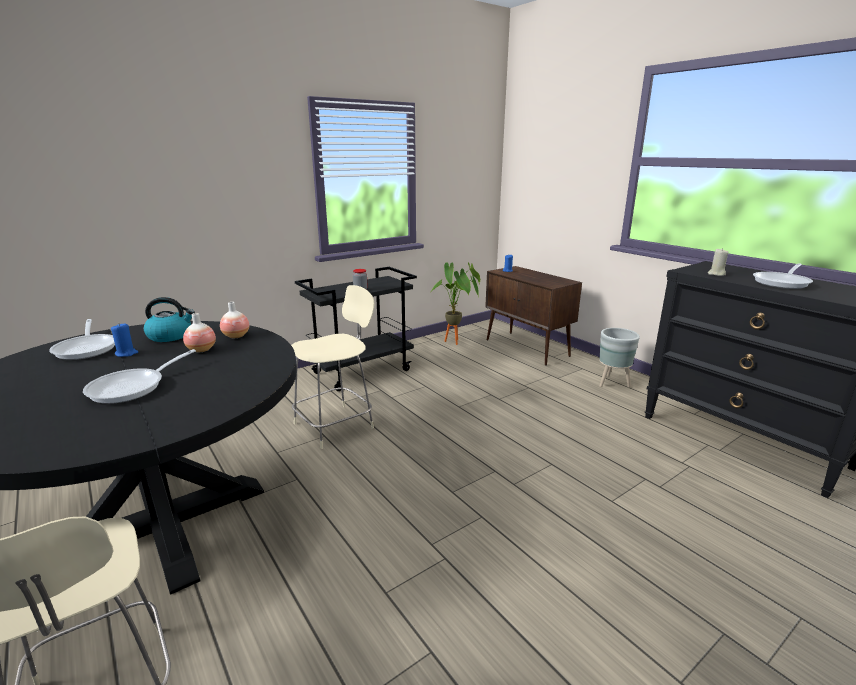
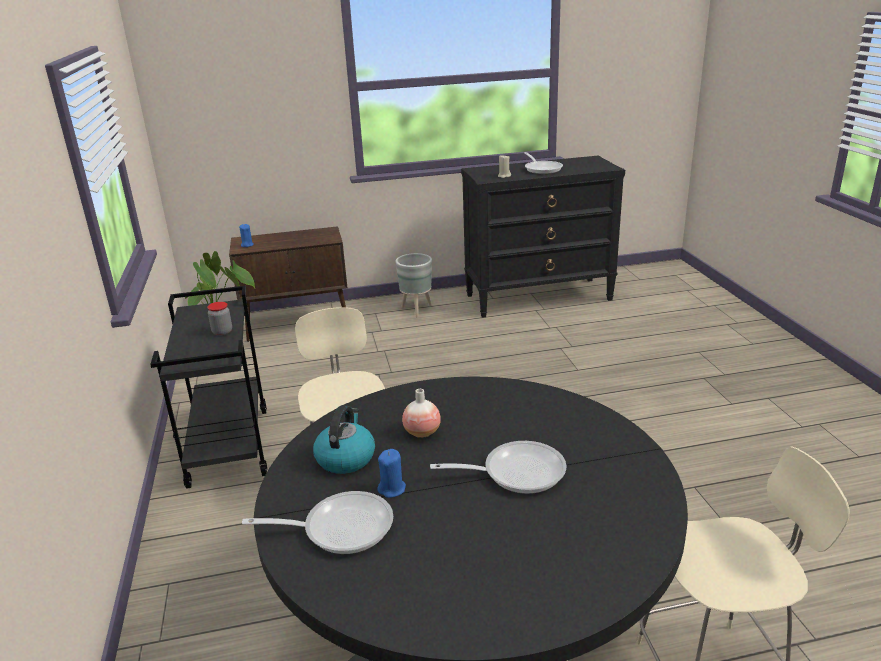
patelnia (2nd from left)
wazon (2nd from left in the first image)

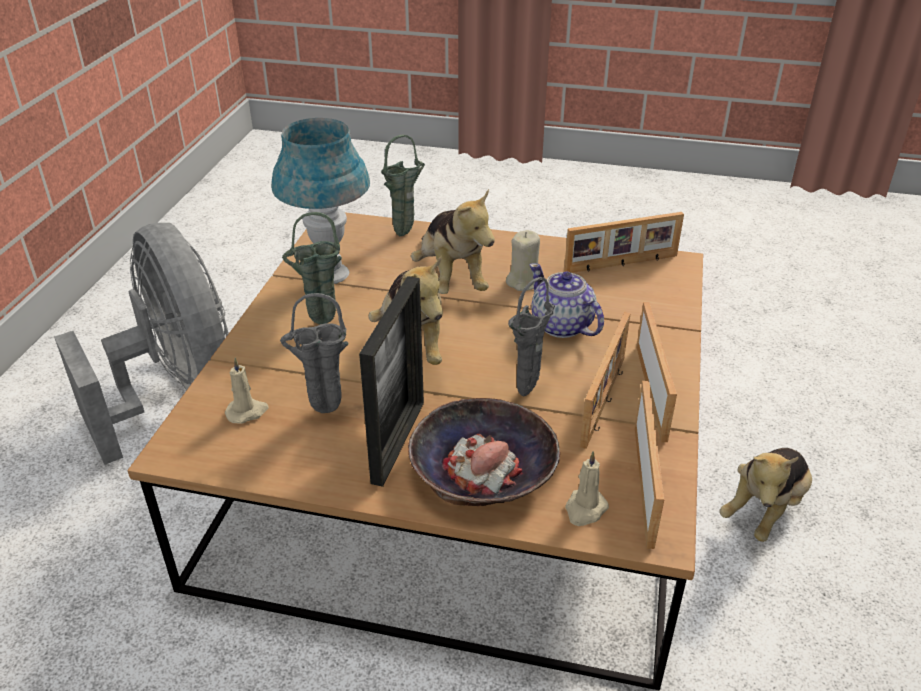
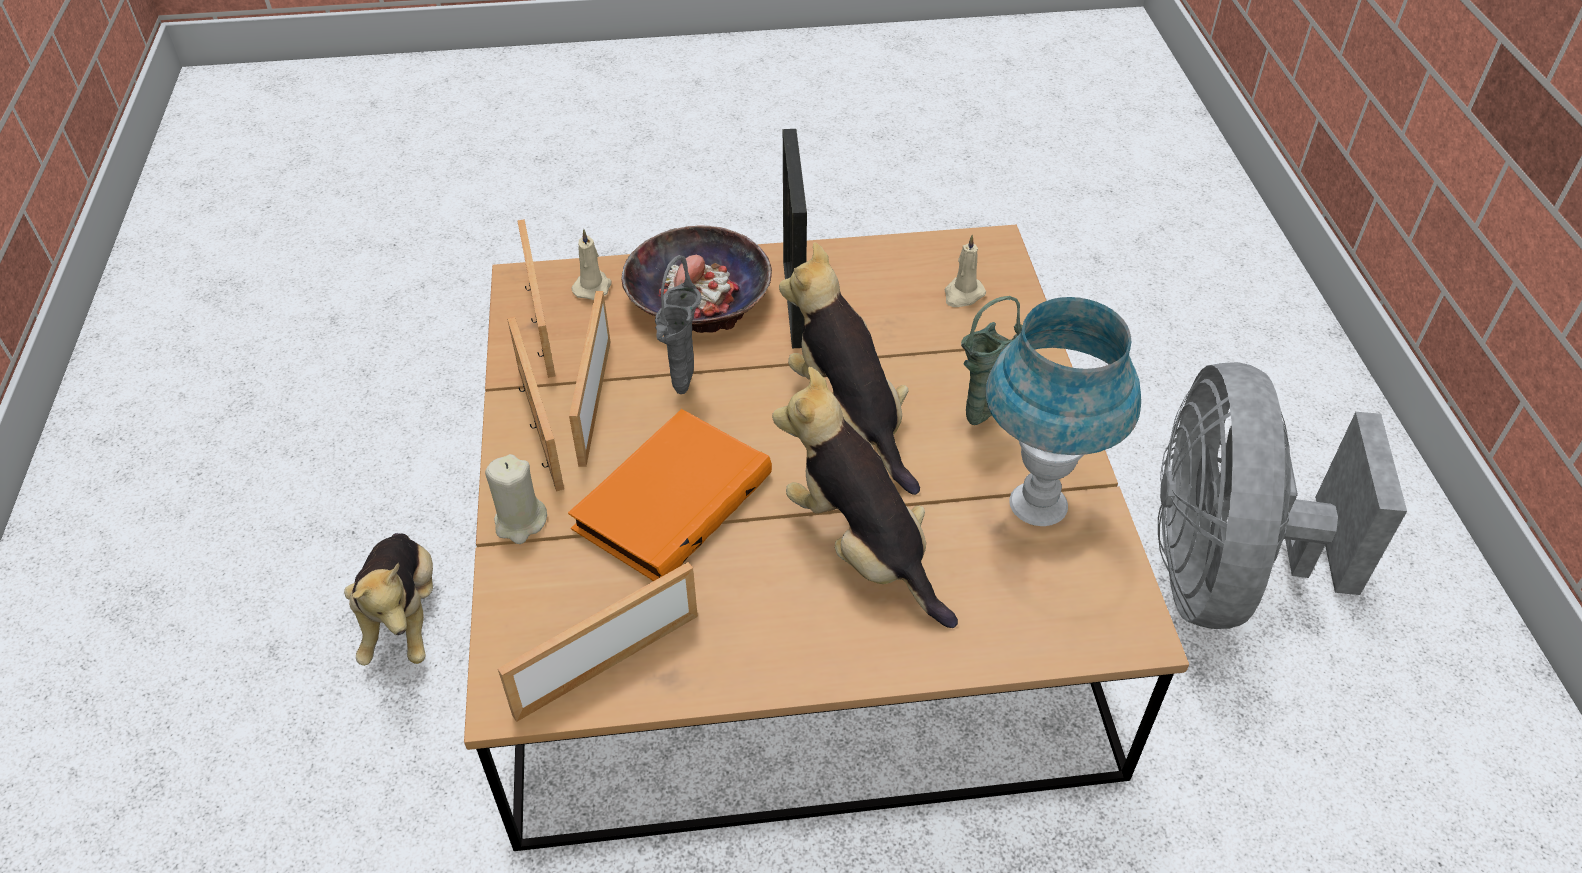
pluszak (1st from left)
świeca [beżowy] (1st from left)
książka [pomarańczowy]
wentylator [szary]
wazon [szary] (1st from left in the first image)
wazon [zielony] (2nd from left in the first image)

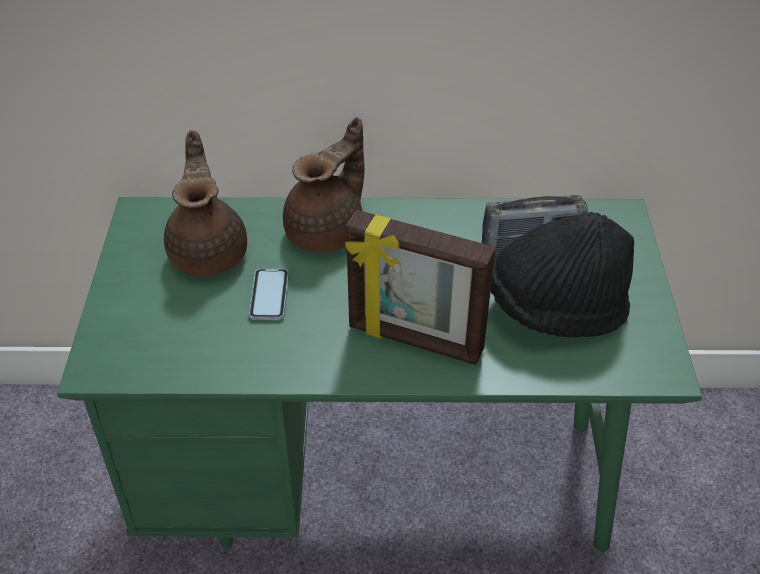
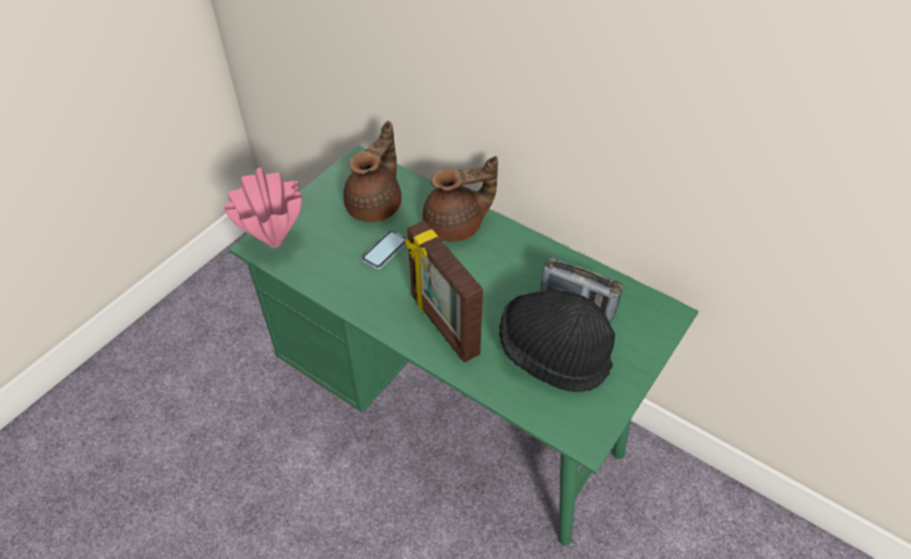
wazon [różowy]

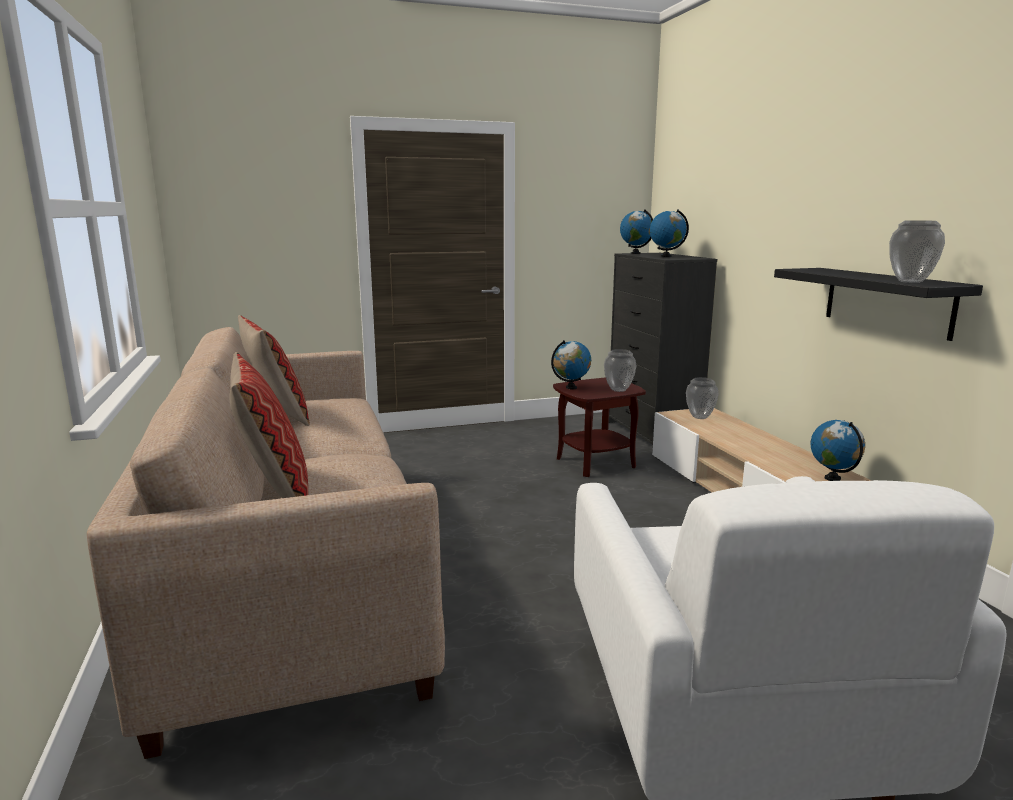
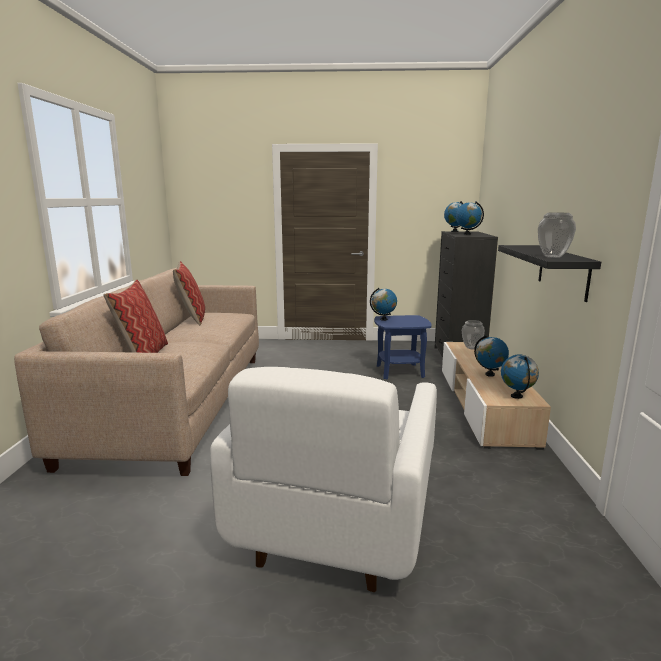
stolik [niebieski]
globus (4th from left)
wazon (1st from left in the first image)

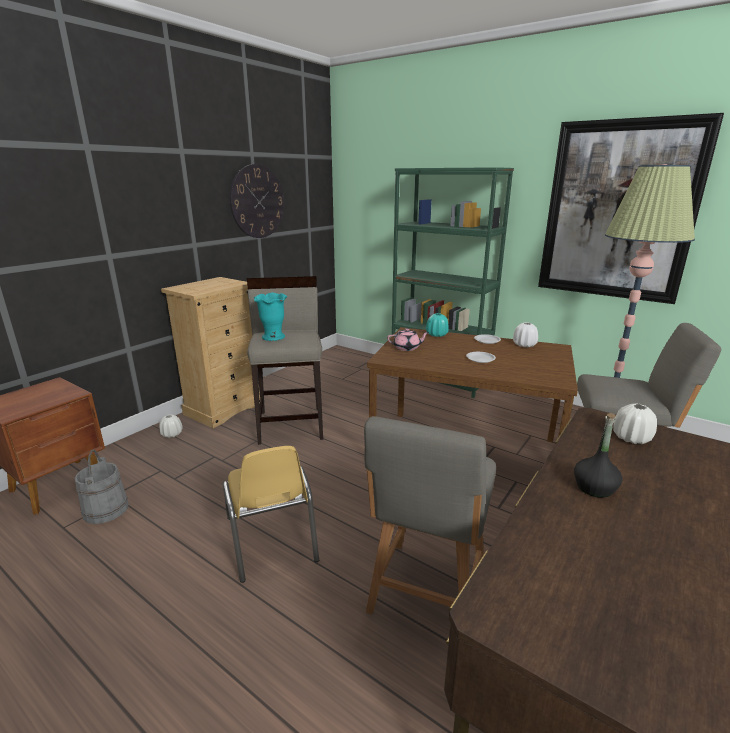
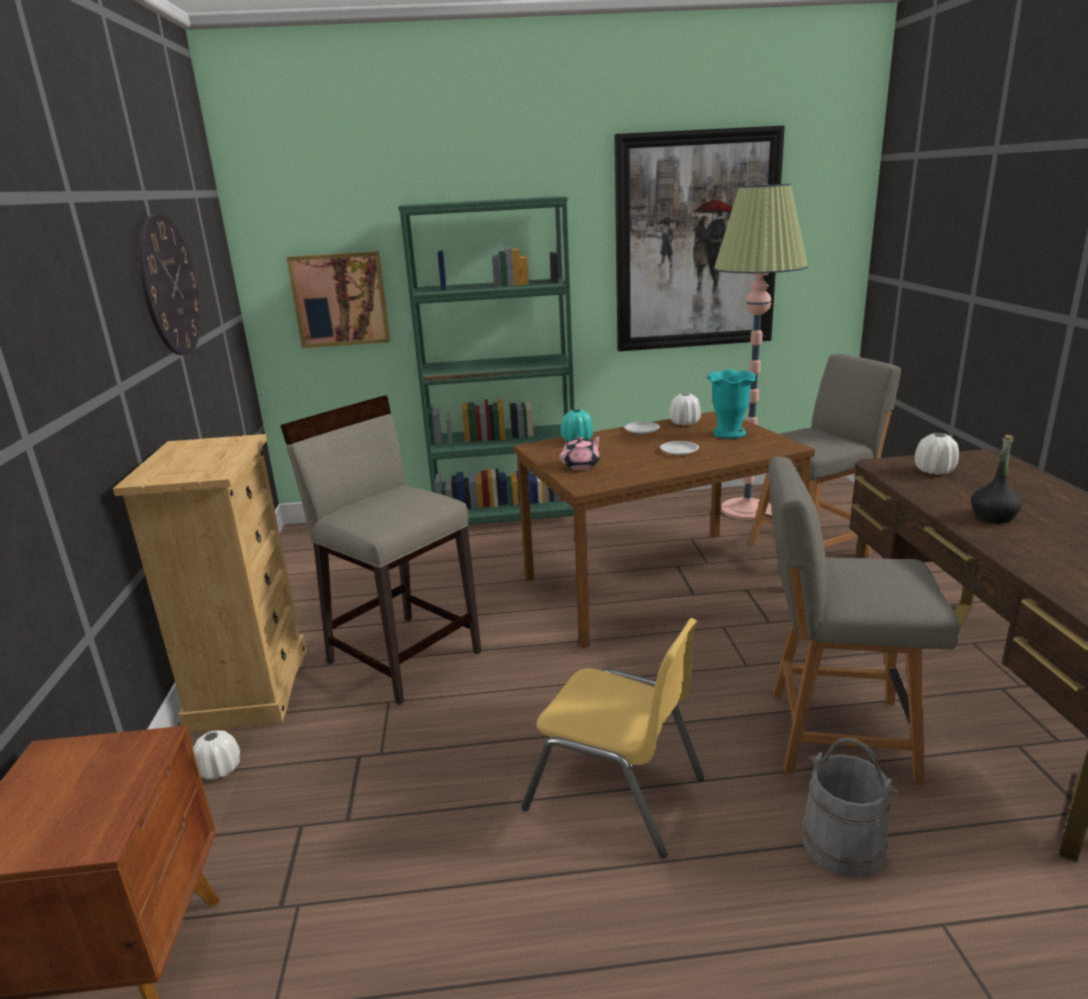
obraz (1st from left)
wazon [turkusowy] (2nd from left)
krzesło [szary] (2nd from left)
wiadro [szary]

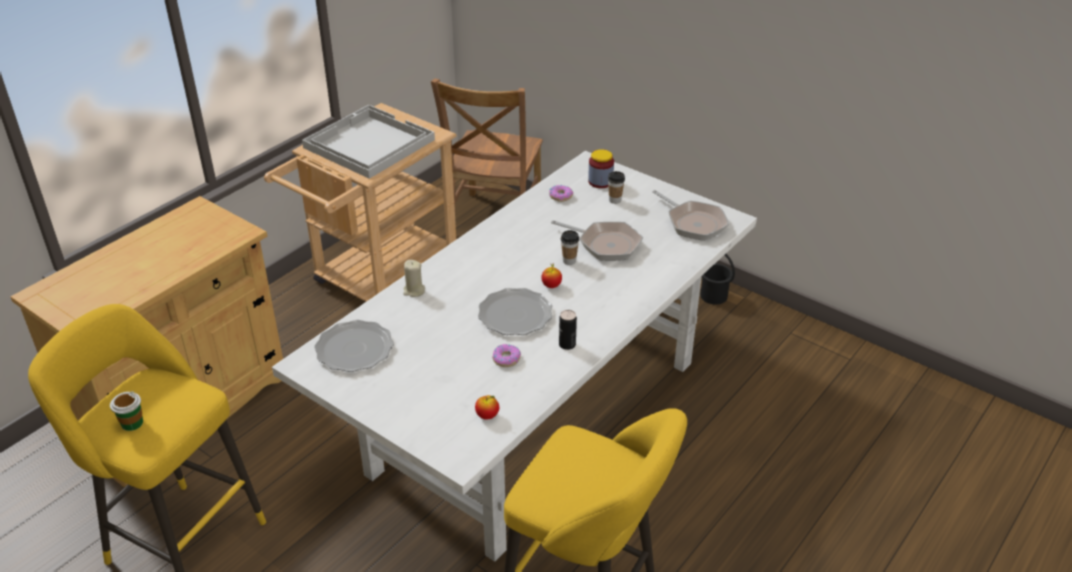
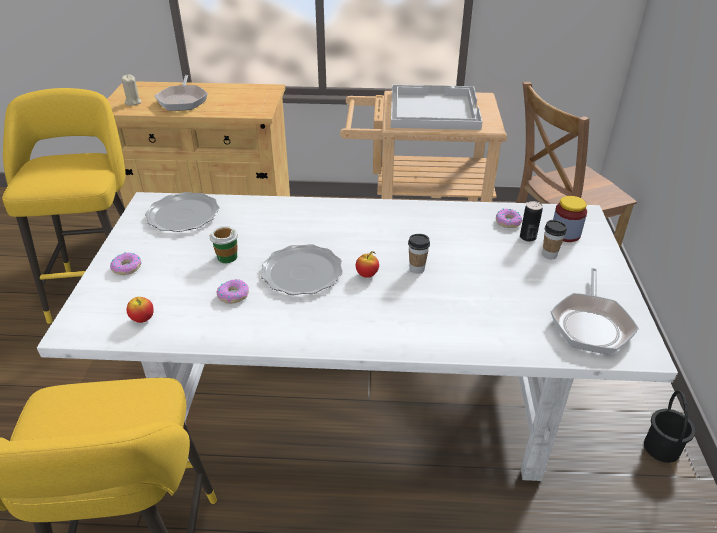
donut (1st from left)
świeca [beżowy]
patelnia (1st from left)
filiżanka (1st from left)
puszka

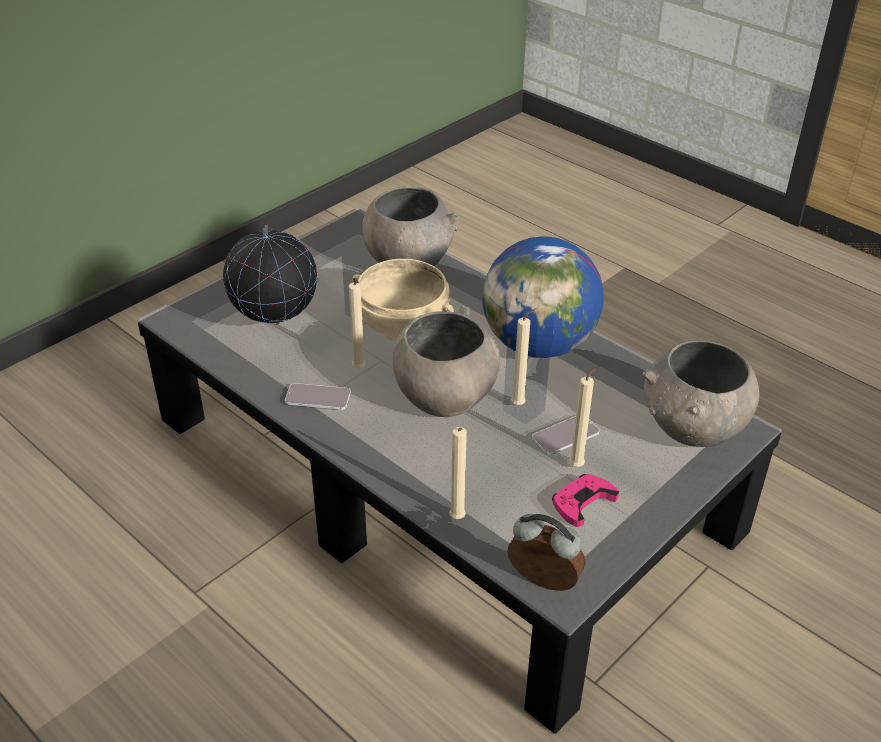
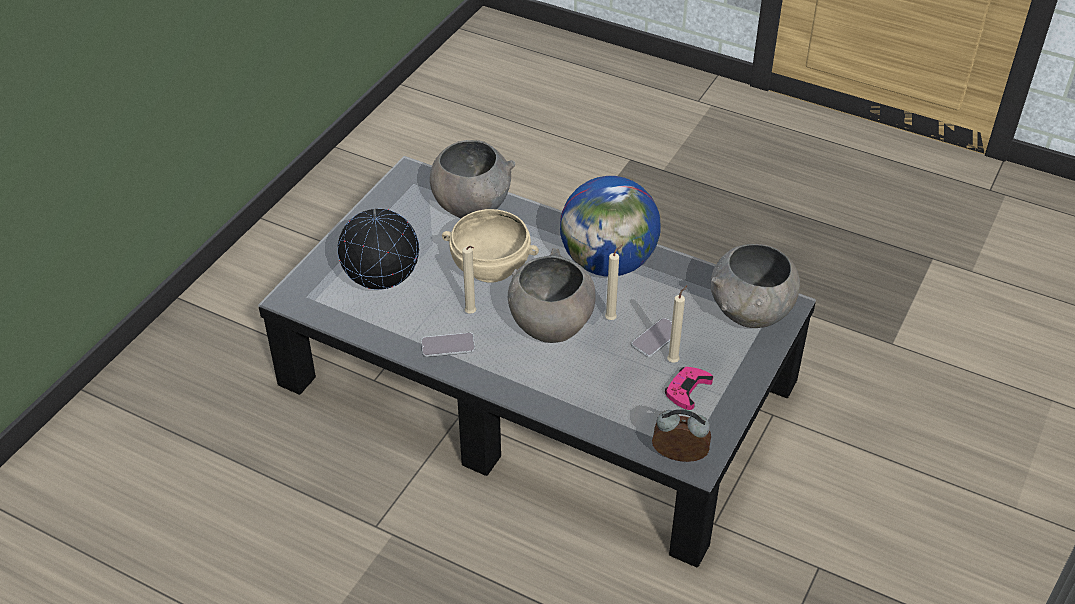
świeca [beżowy] (2nd from left in the first image)

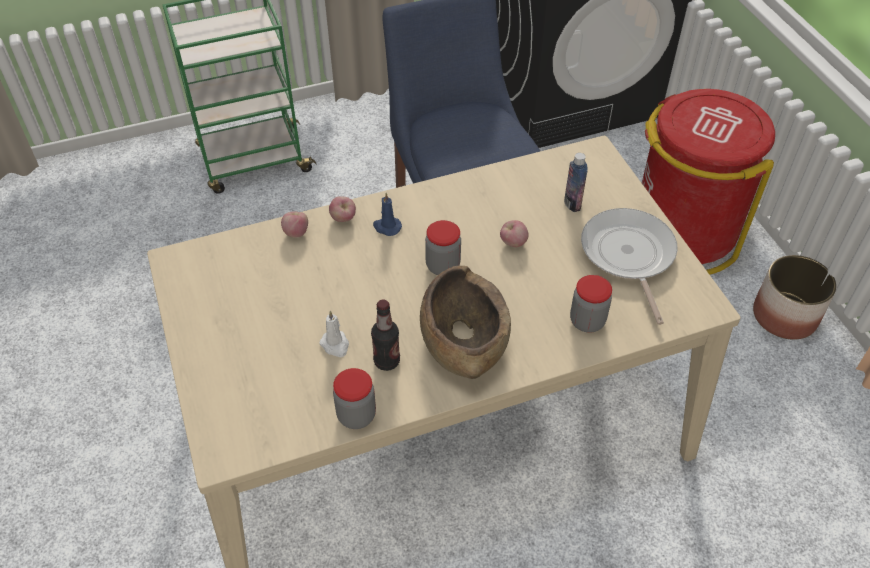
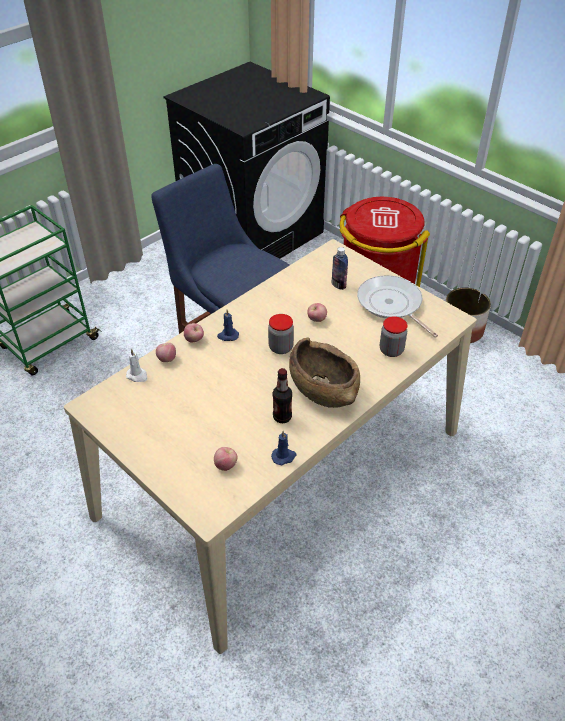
świeca [biały]
jabłko (3rd from left)
świeca [niebieski] (2nd from left)

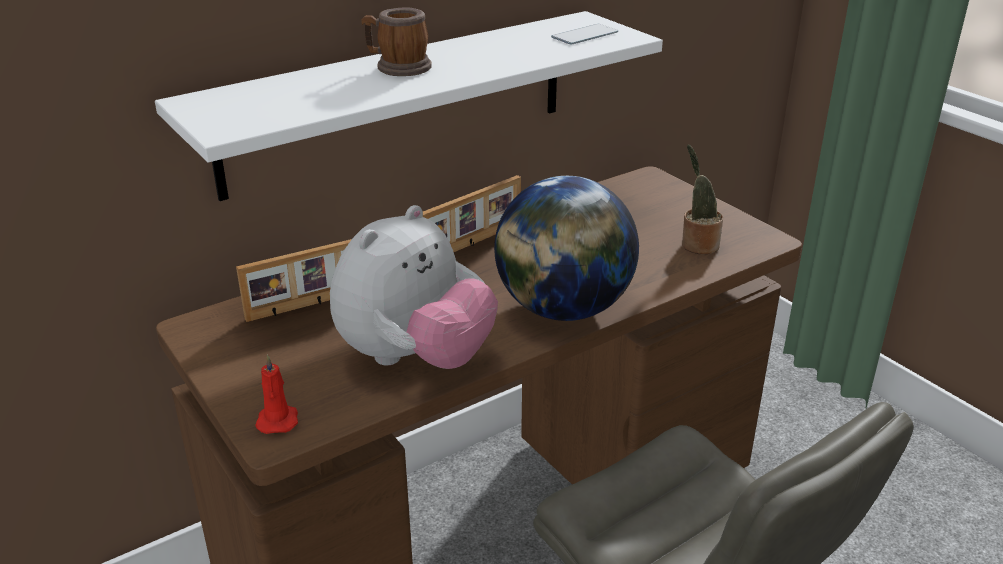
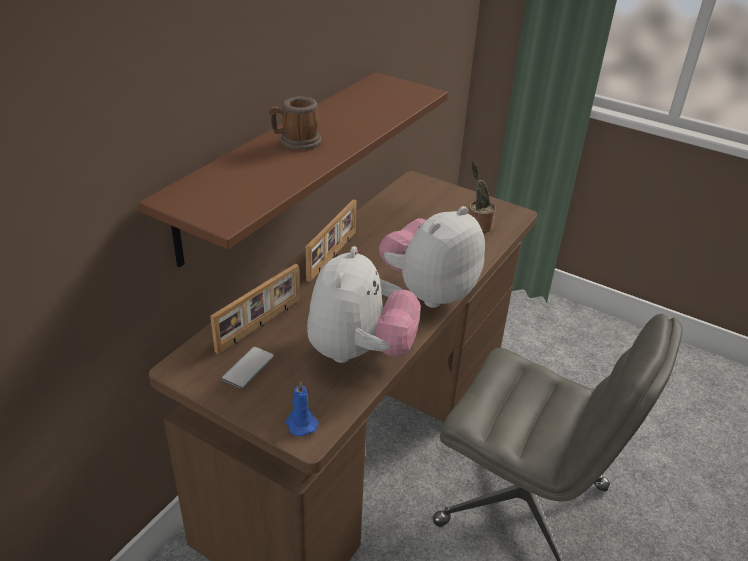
półka [brązowy]
telefon
świeca [niebieski]
pluszak (2nd from left)

